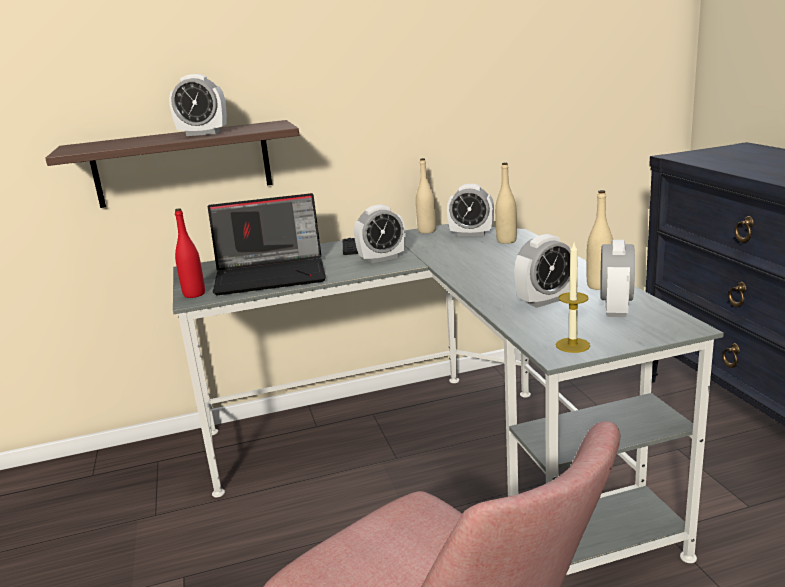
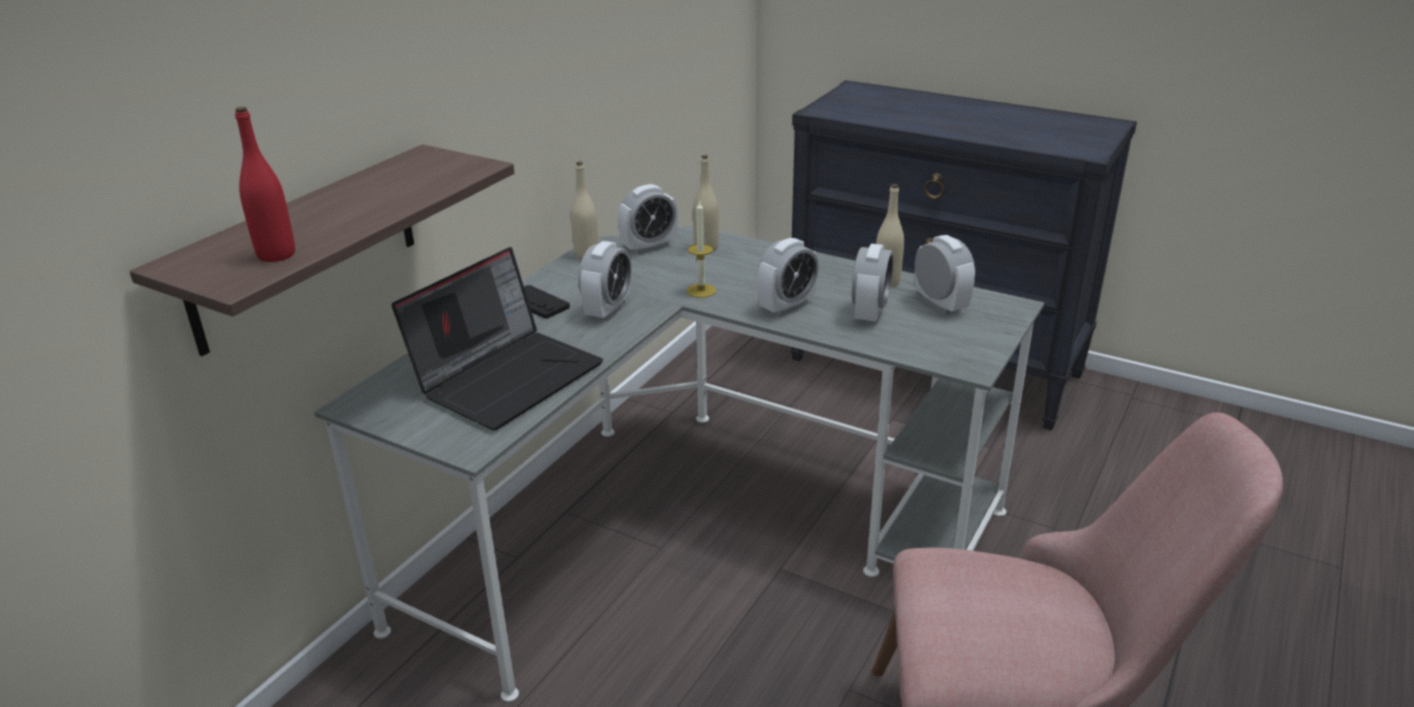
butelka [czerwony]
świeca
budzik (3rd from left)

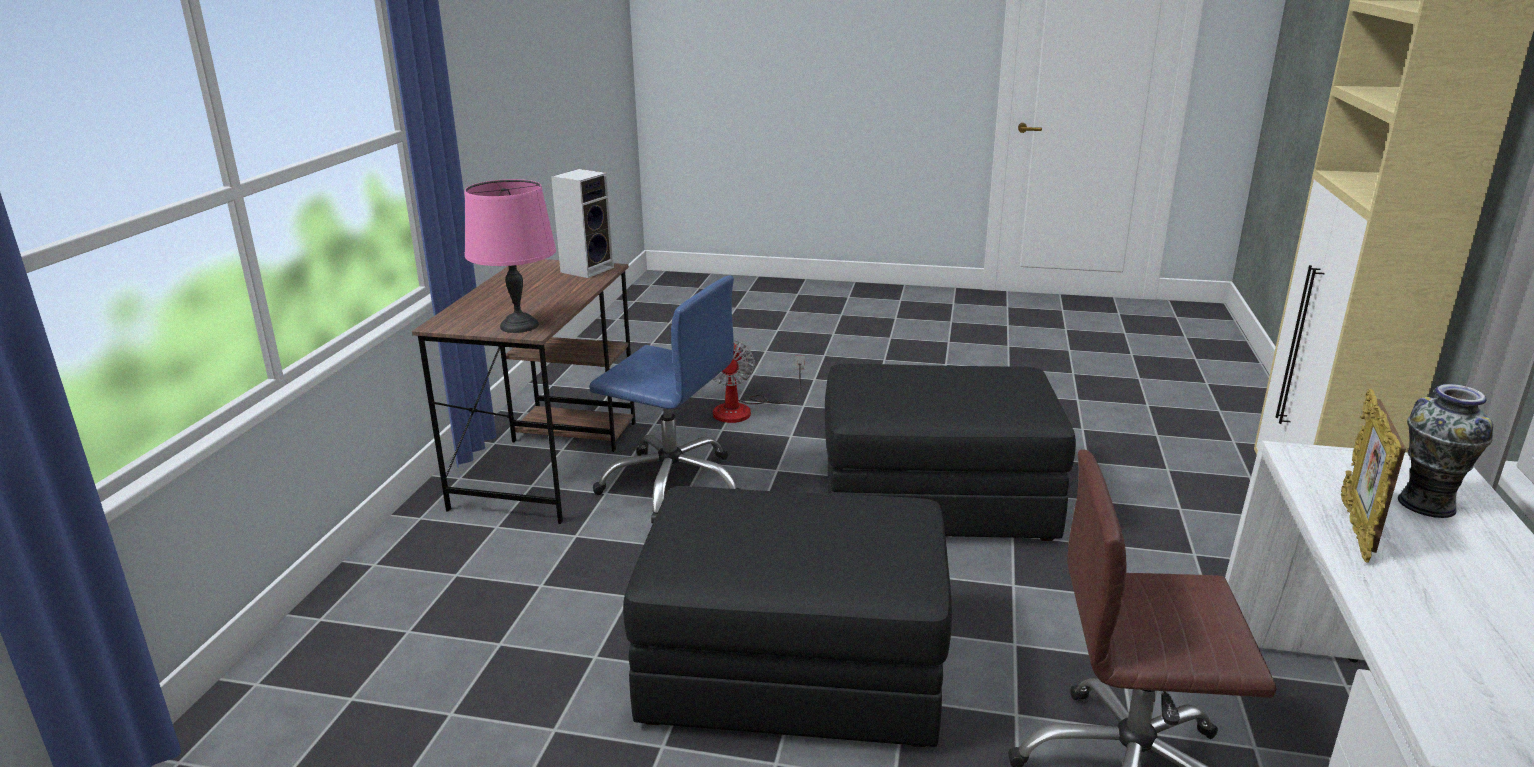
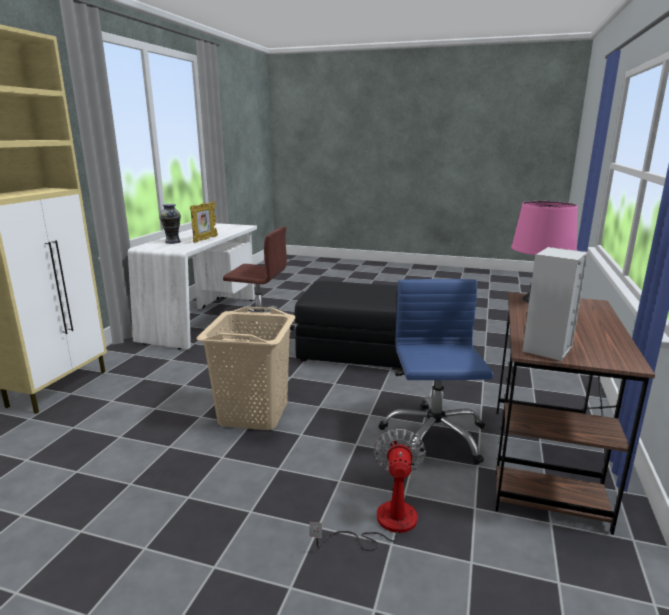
kosz na pranie [beżowy]
krzesło biurowe [niebieski]

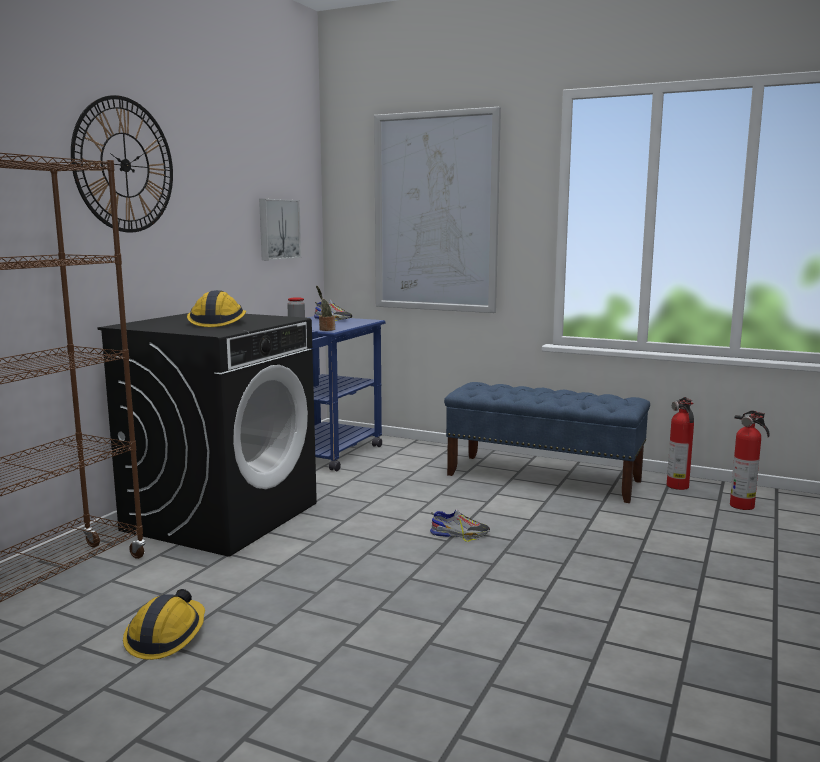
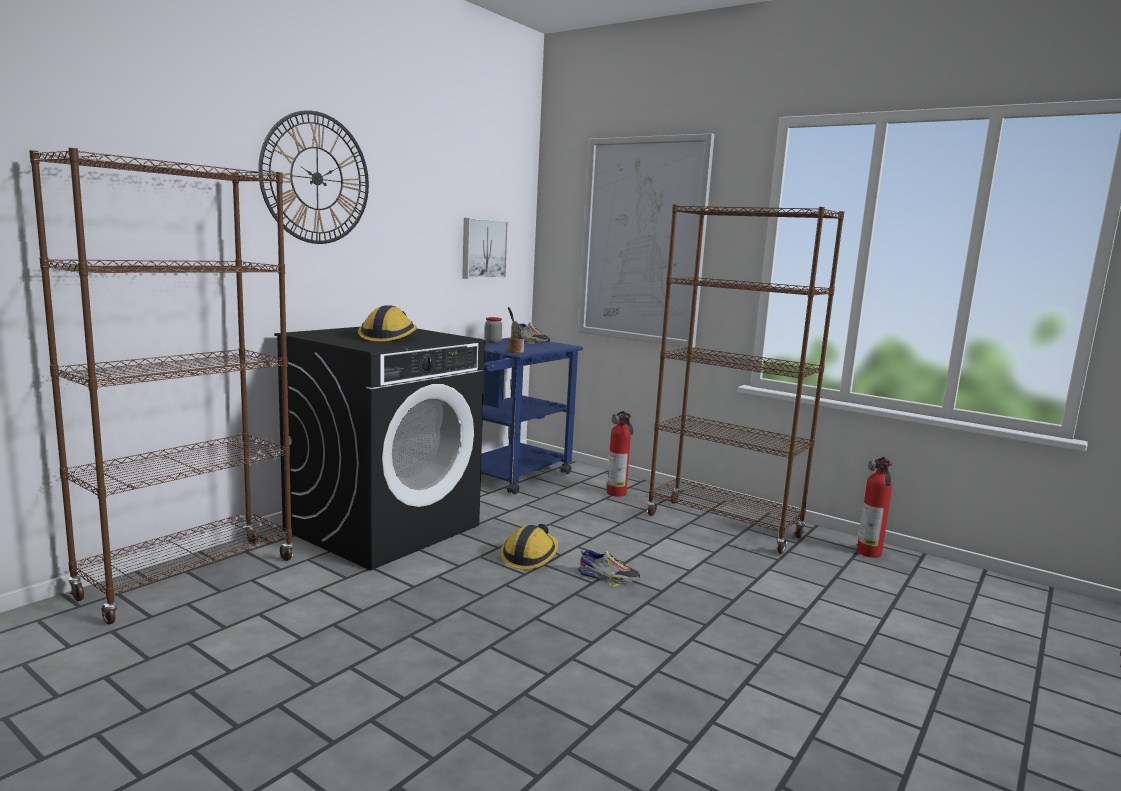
kask (2nd from left)
gaśnica (1st from left)
regał [brązowy] (2nd from left)

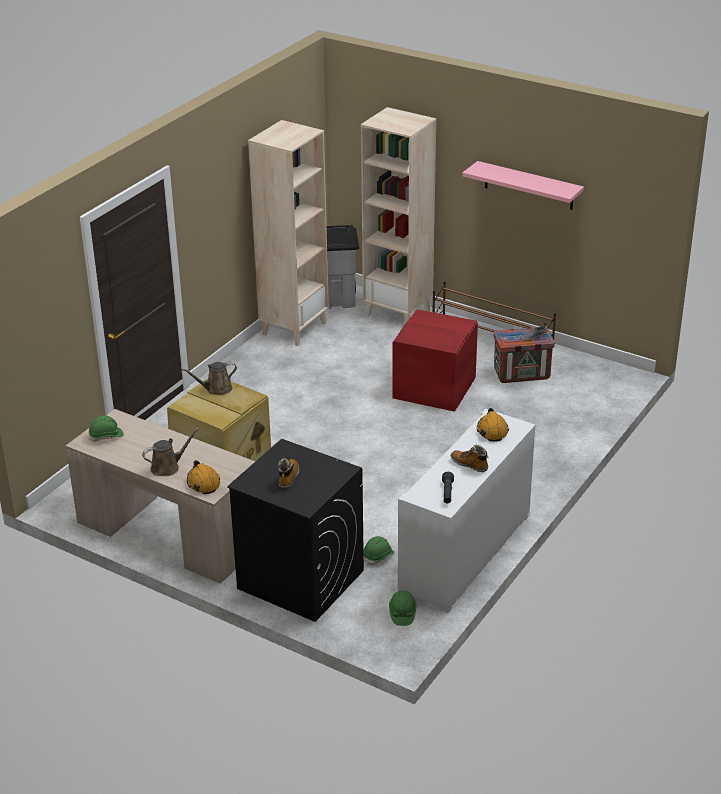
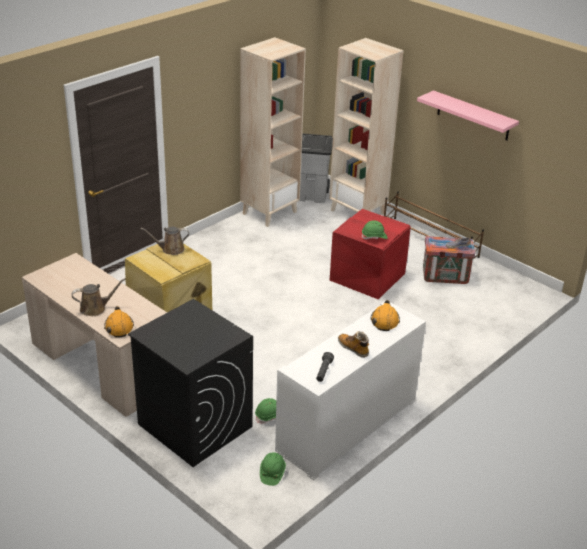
kask [zielony] (3rd from left)
but z cholewką (1st from left in the first image)

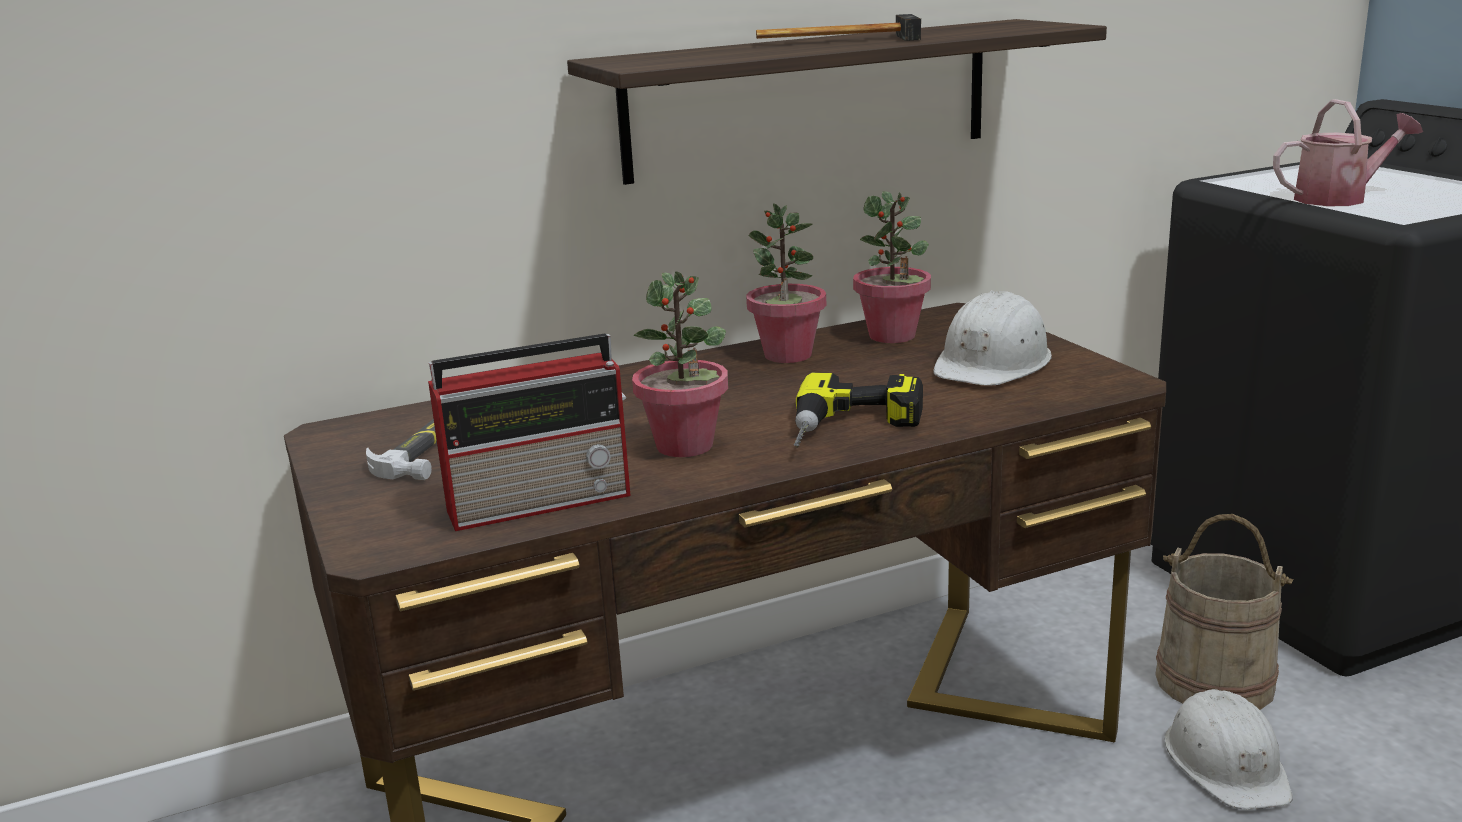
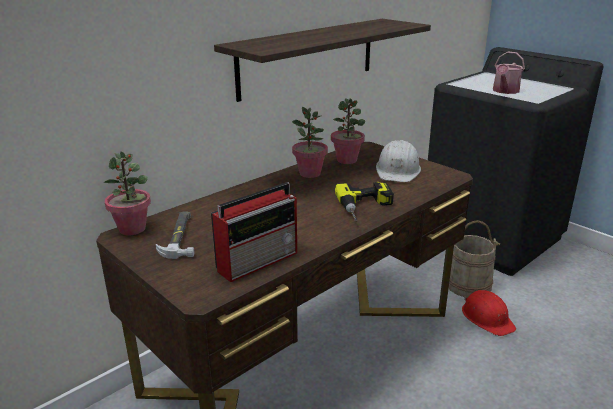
roślina doniczkowa (1st from left)
kask [czerwony]
konewka
młotek (2nd from left in the first image)

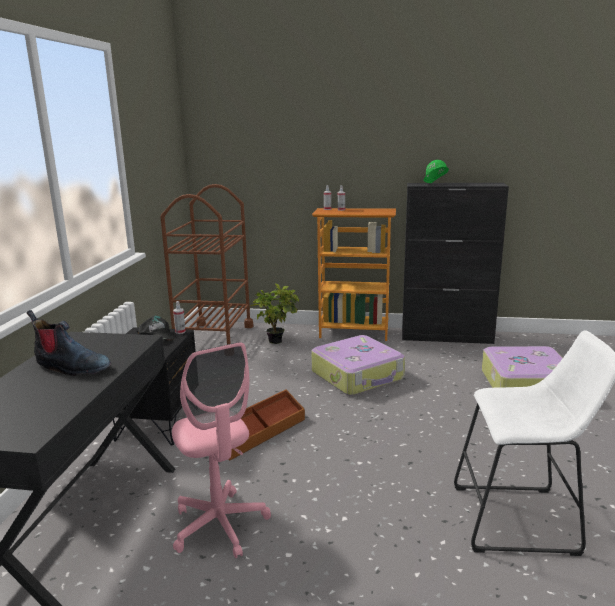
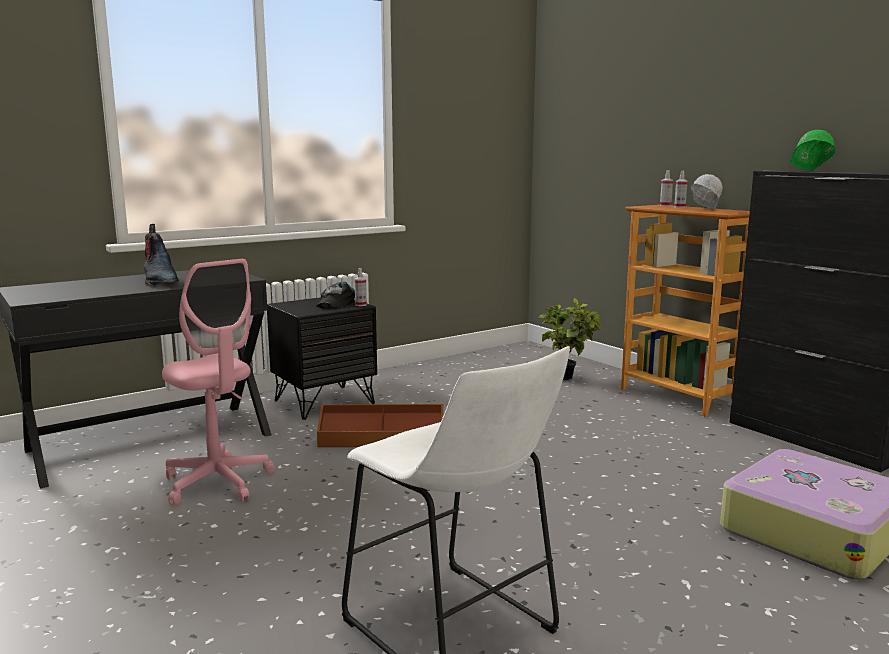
krzesło biurowe [różowy]
kask [biały]
wózek [brązowy]
walizka (1st from left in the first image)

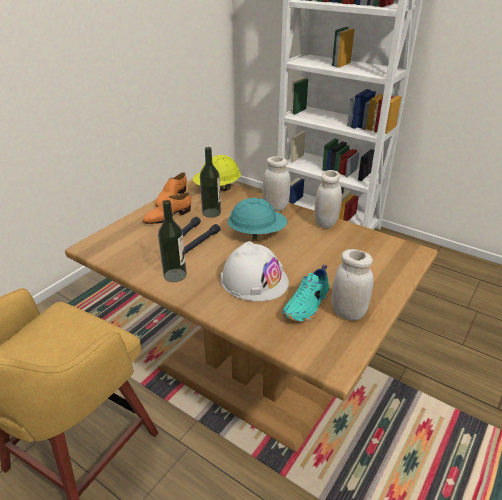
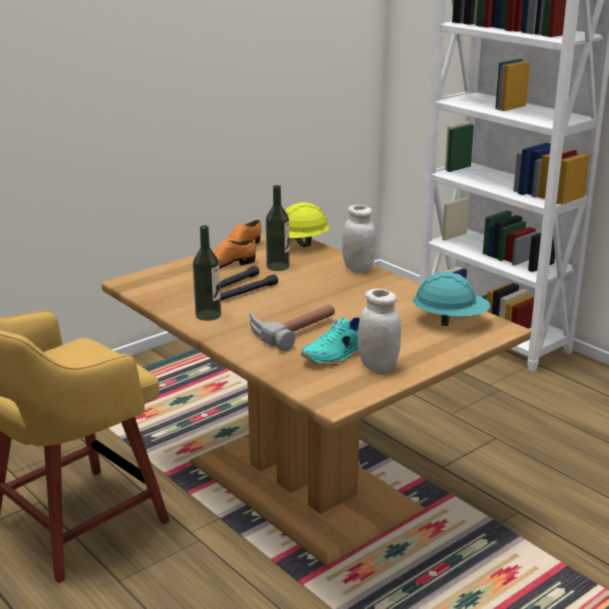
młotek
kask [turkusowy]
słoik [biały] (2nd from left in the first image)

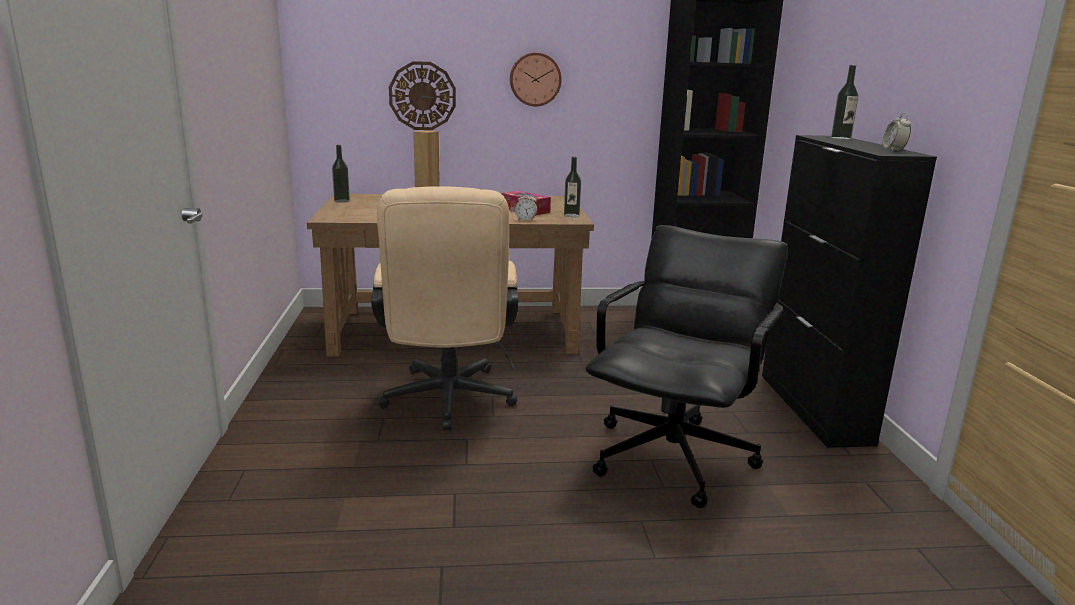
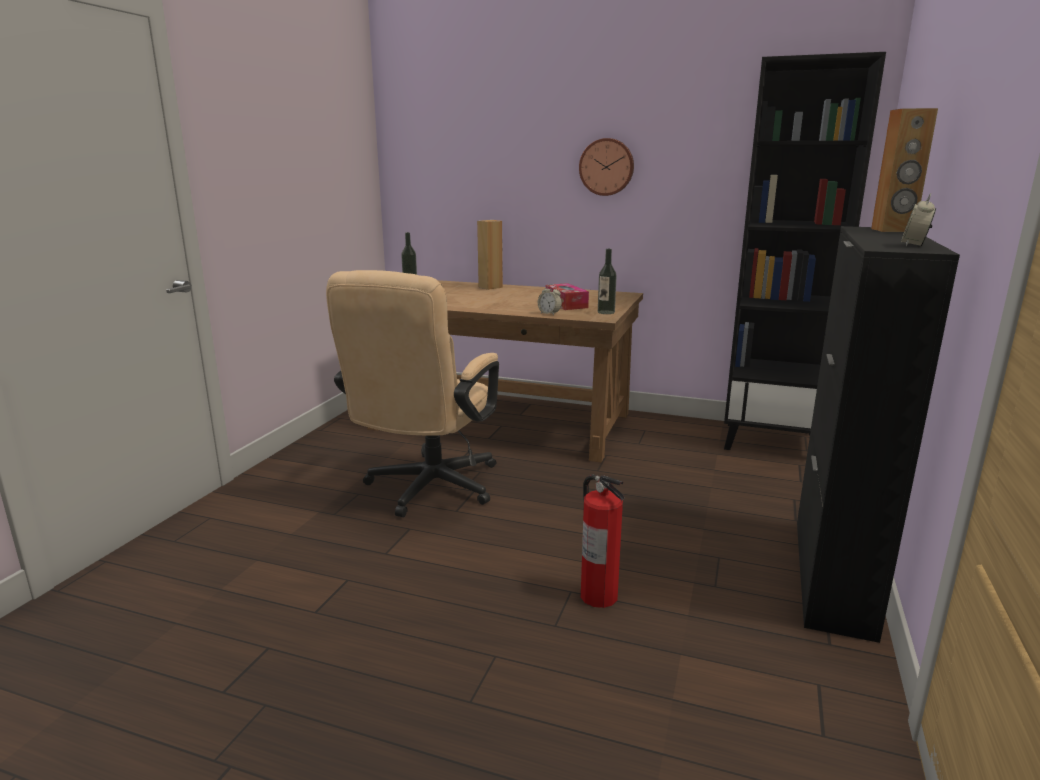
gaśnica
głośnik [brązowy] (2nd from left)
zegar ścienny (1st from left in the first image)

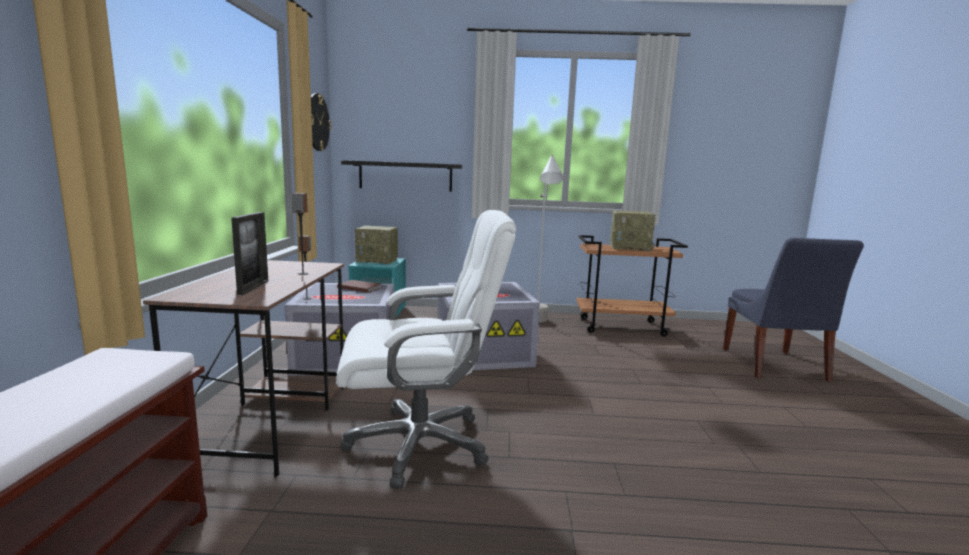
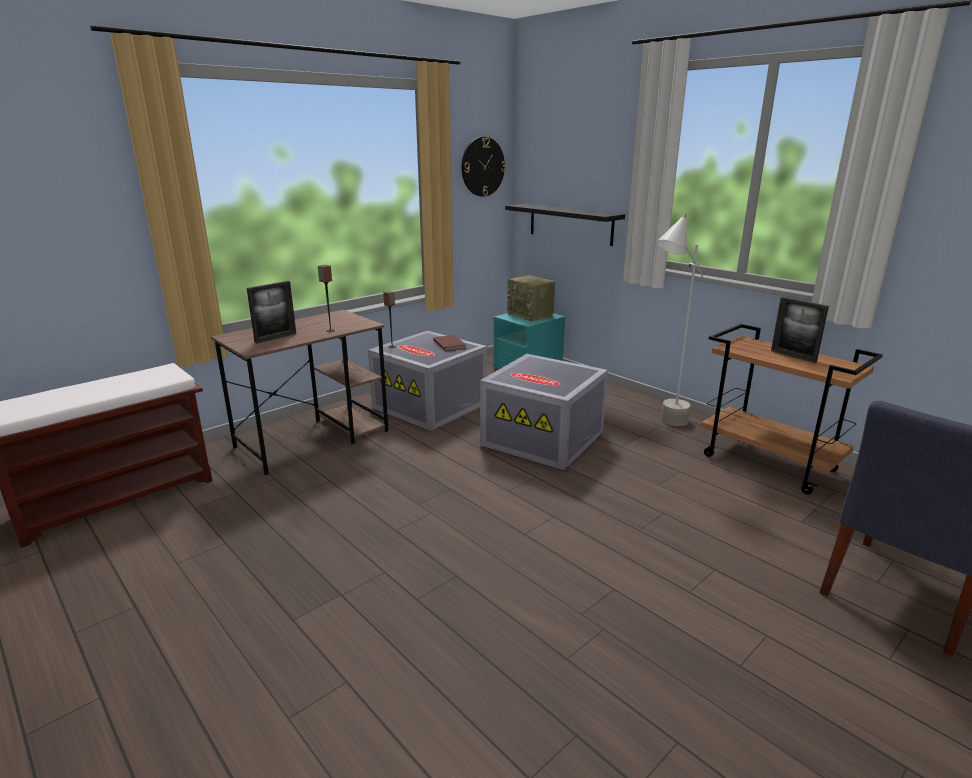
ramka na zdjęcie (2nd from left)
krzesło biurowe [biały]

